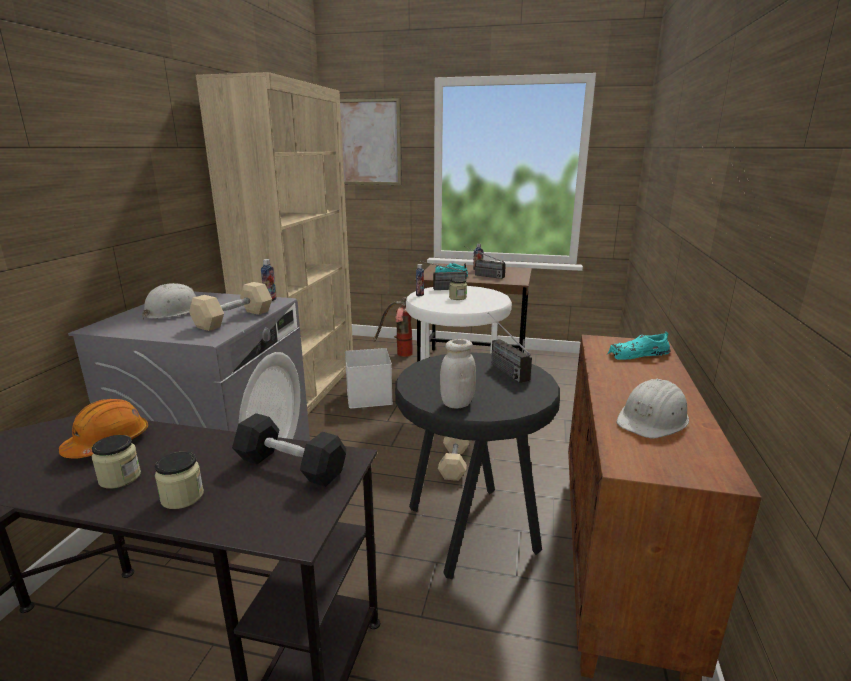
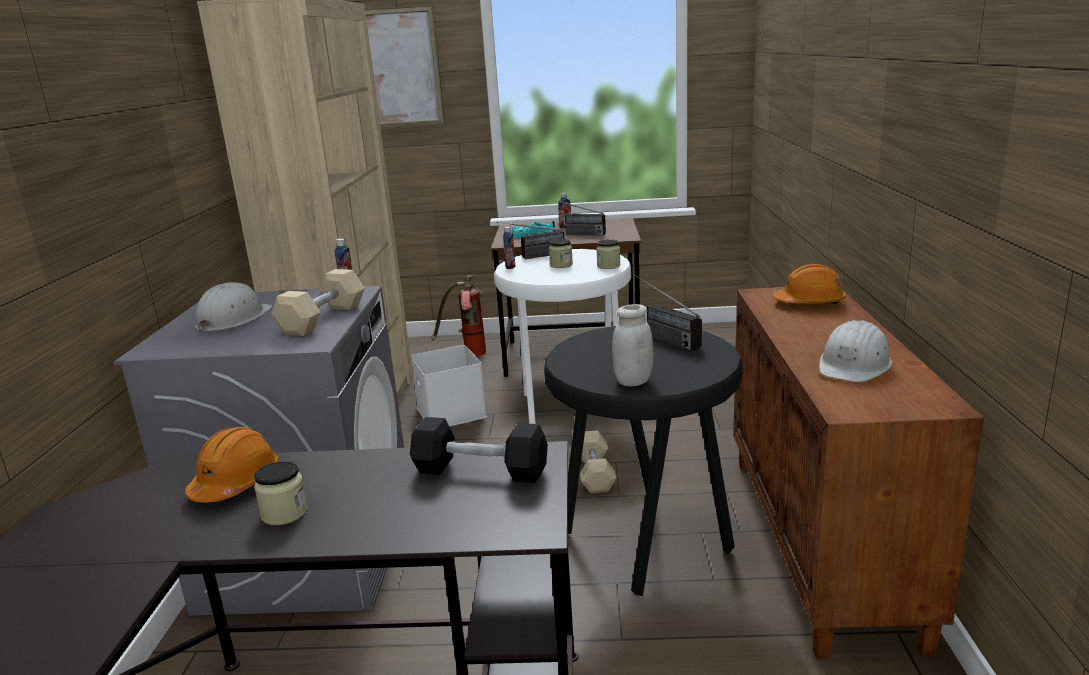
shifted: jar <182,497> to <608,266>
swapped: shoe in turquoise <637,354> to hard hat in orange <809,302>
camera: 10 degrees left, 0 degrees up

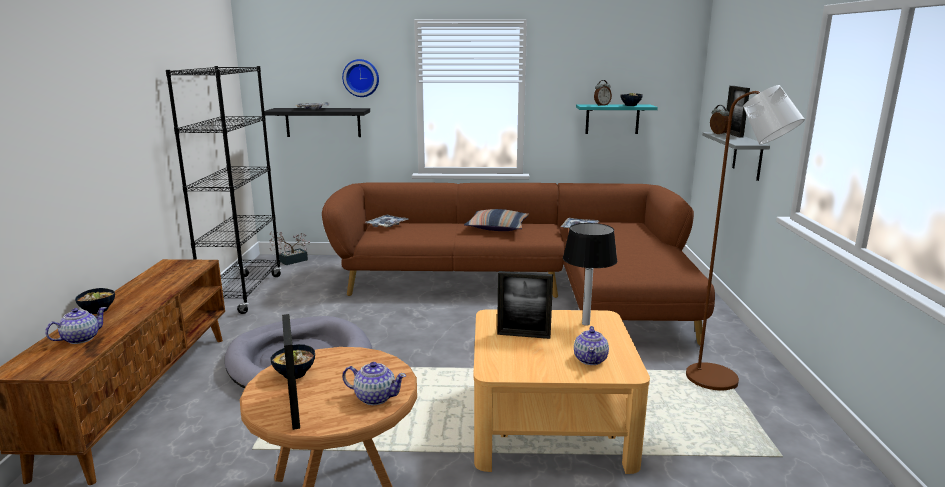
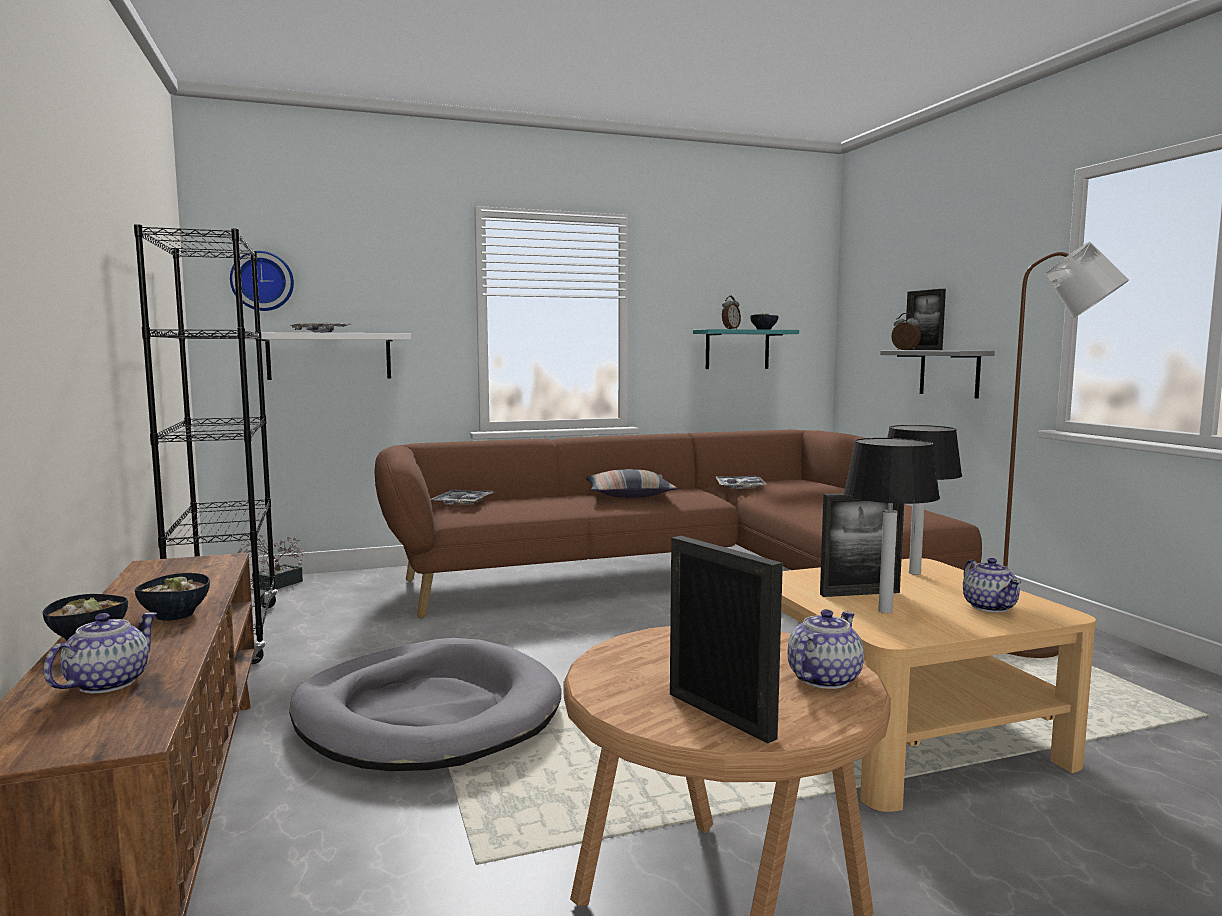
new: table lamp <884,611>
shifted: bowl <295,374> to <176,615>; wall clock <361,78> to <262,281>
repainted: shelf in black <323,122> to shelf in white <329,356>
rotated: teapot <375,397> = <822,679> 45 degrees counterclockwise
camera: 20 degrees left, 10 degrees down

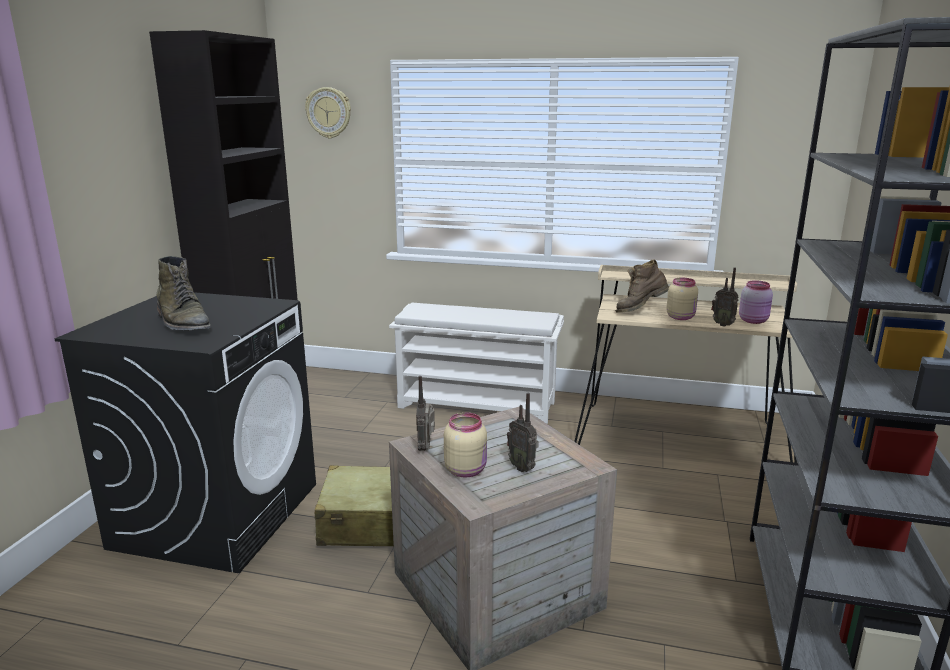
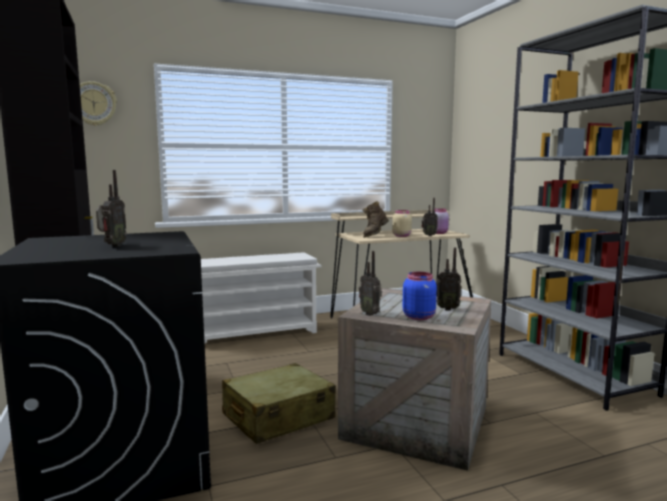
swapped: boot in green <183,322> to radio <112,246>
repainted: jar in beige <466,470> to jar in blue <418,316>
camera: 35 degrees left, 10 degrees down

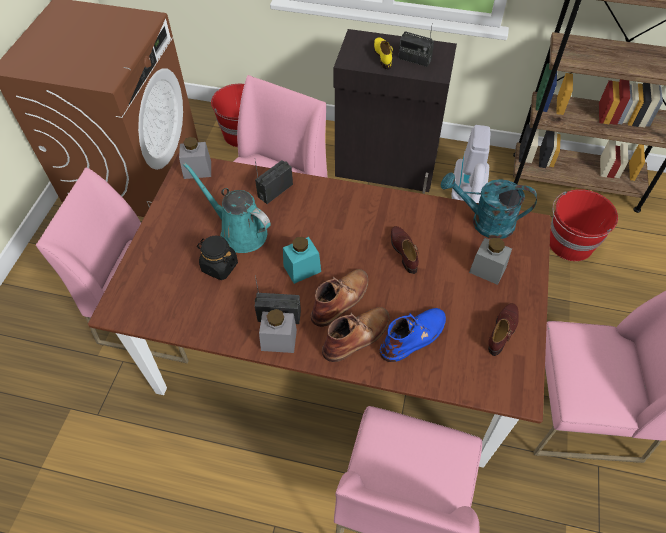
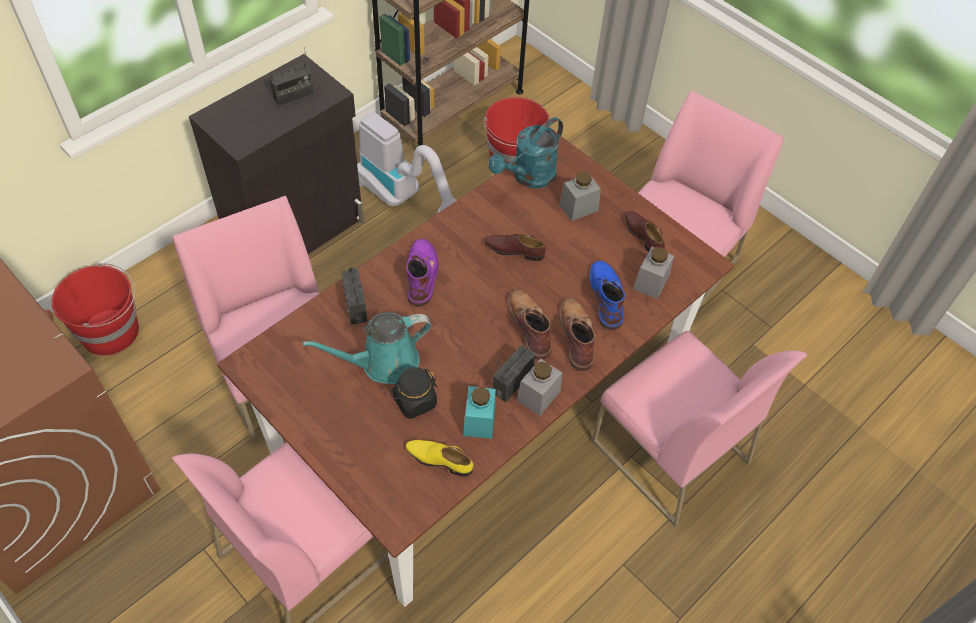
new: boot in purple <421,273>
shifted: jar in grey <197,170> to <651,282>; jar in turquoise <302,269> to <479,421>; shoe in yellow <383,55> to <439,460>
camera: 60 degrees left, 0 degrees up

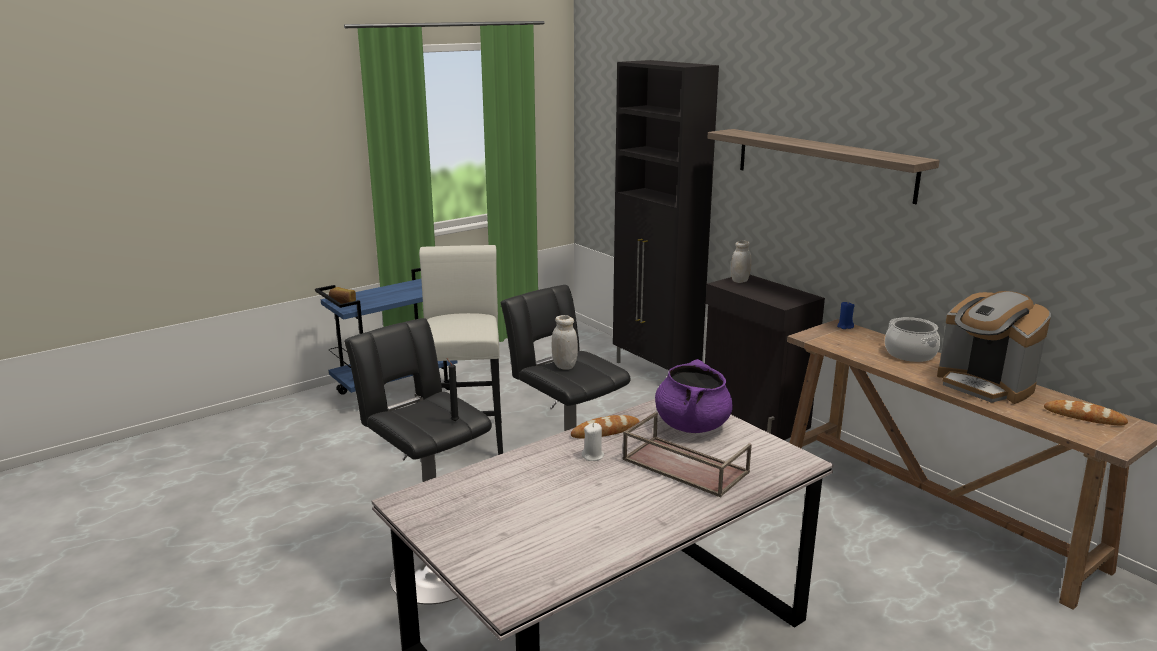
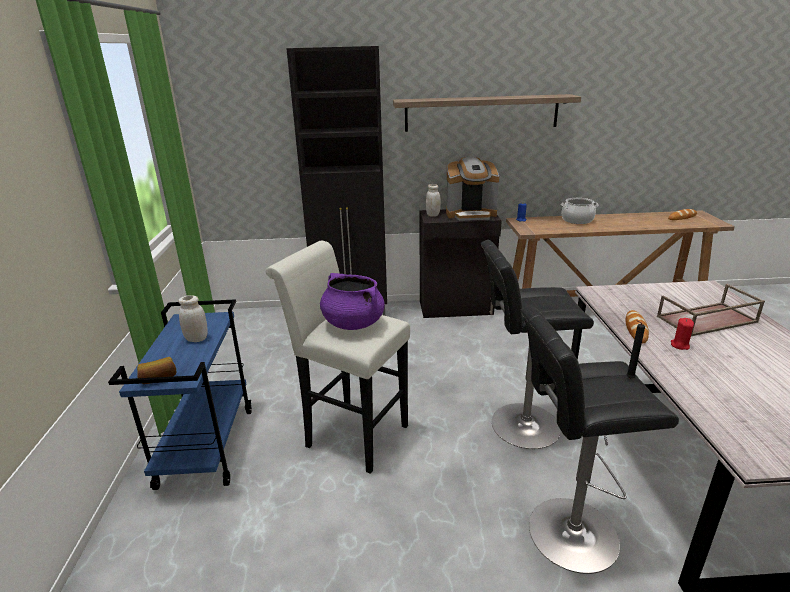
shifted: jar in white <564,366> to <197,339>; cooking pot in purple <692,425> to <353,323>; coffee machine <984,385> to <470,214>
repainted: candle in white <593,456> to candle in red <679,345>
camera: 55 degrees left, 5 degrees up

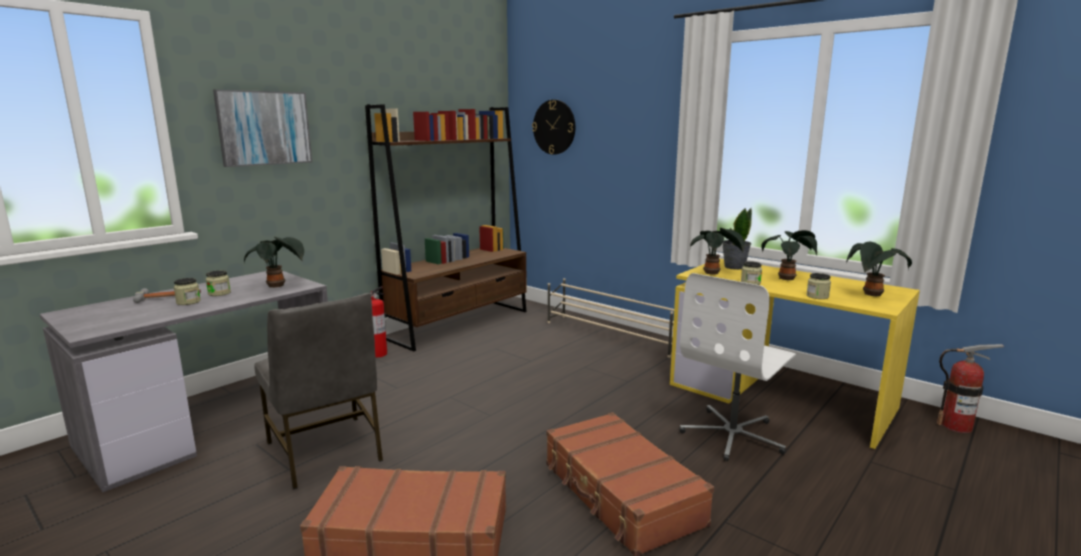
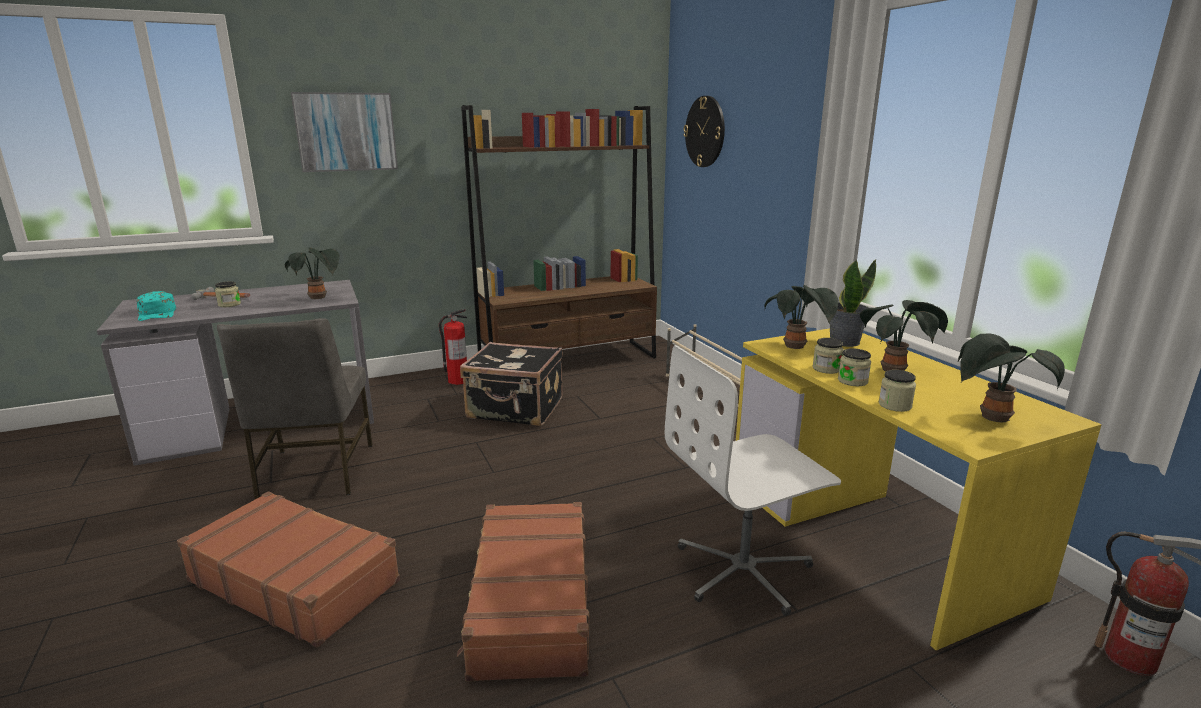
new: cap in turquoise <157,314>; suitcase in black <515,410>
shifted: jar <219,293> to <852,381>
camera: 25 degrees right, 5 degrees up

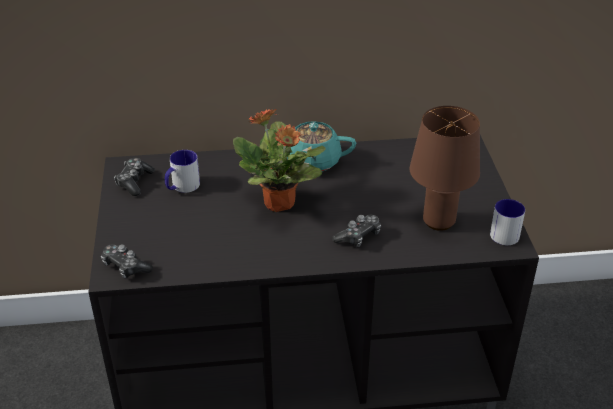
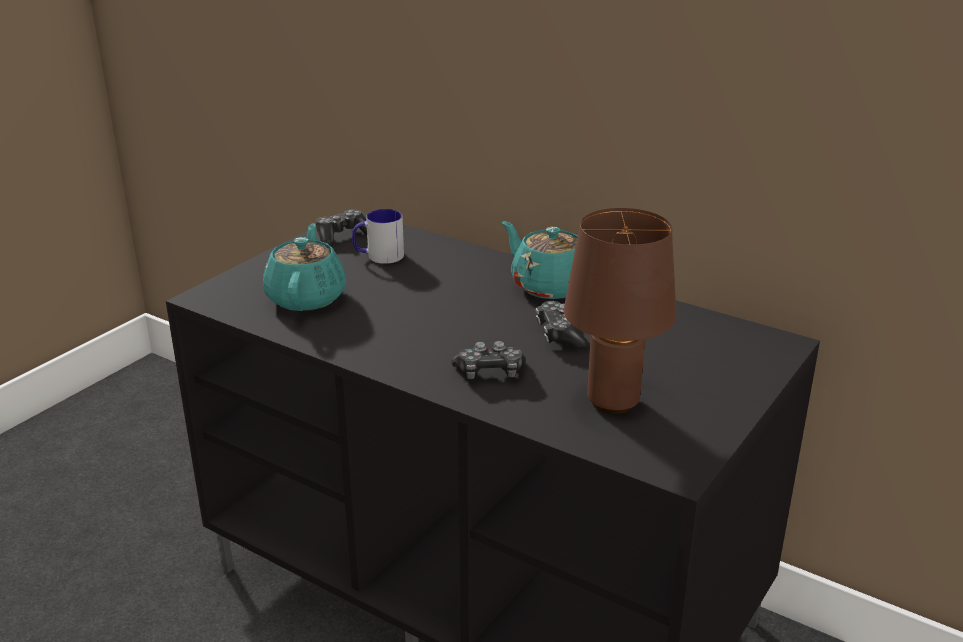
gone: potted plant <280,203>; mug <504,232>
new: teapot in turquoise <306,297>
shifted: game controller <125,267> to <560,335>
camera: 40 degrees right, 10 degrees down

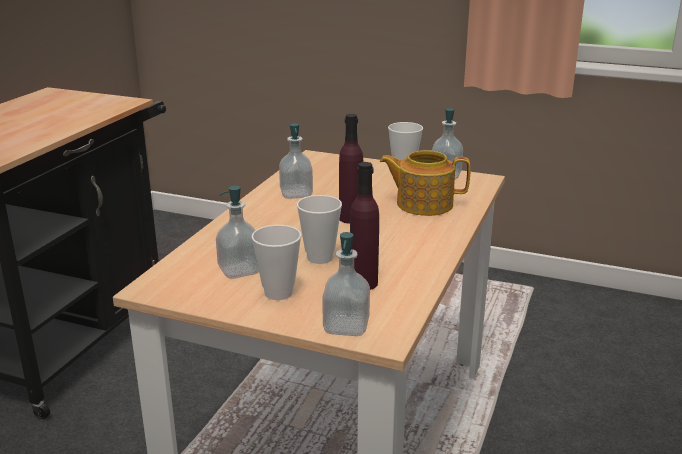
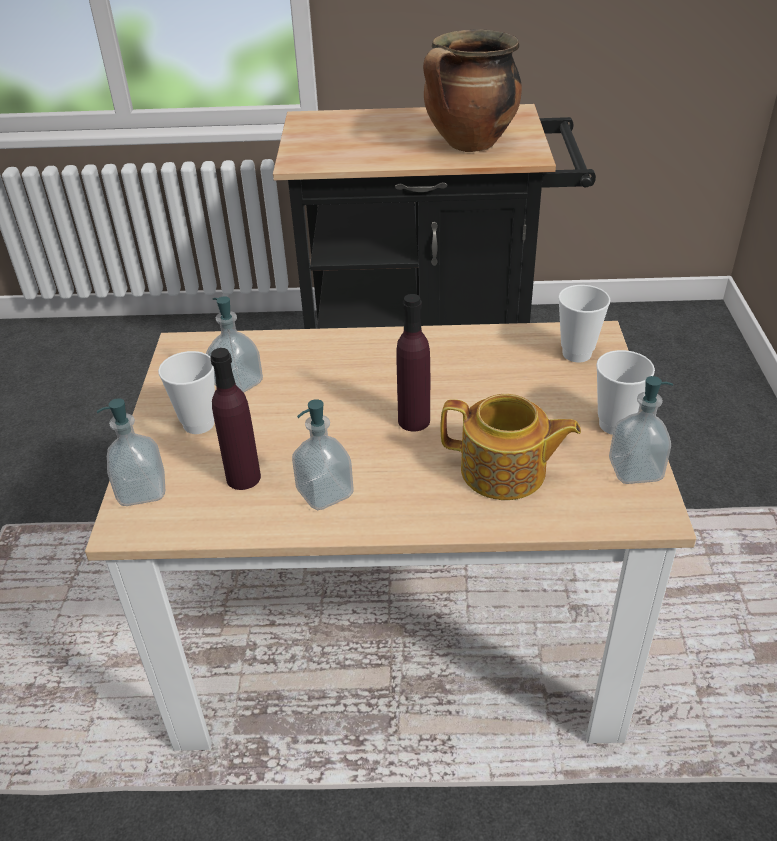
new: cooking pot <469,145>
shifted: soap dispenser <296,194> to <325,493>; cup <320,258> to <576,354>
rotated: teapot <423,204> = <505,472> 120 degrees clockwise
camera: 70 degrees right, 15 degrees up

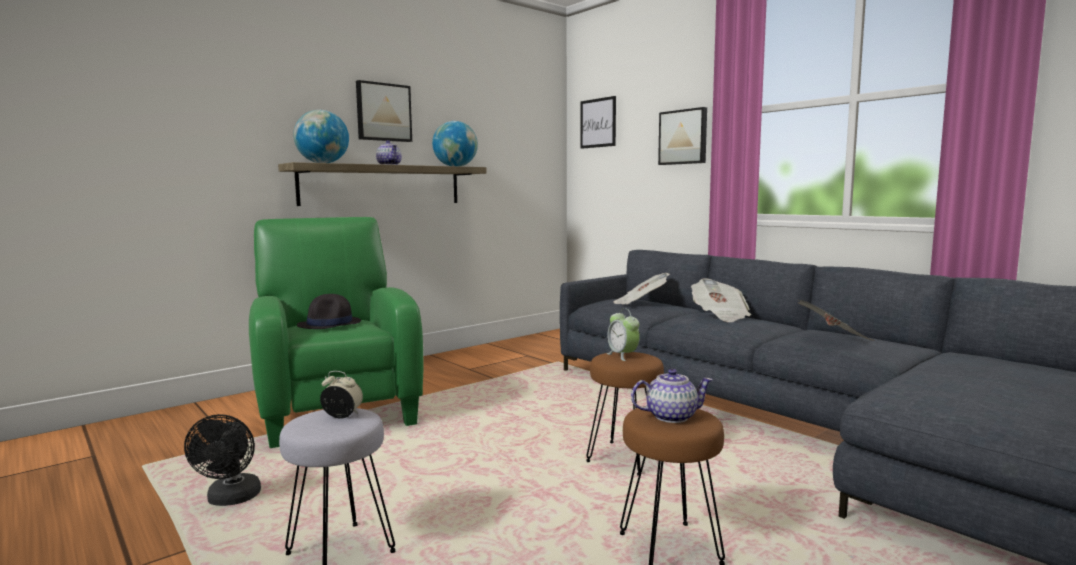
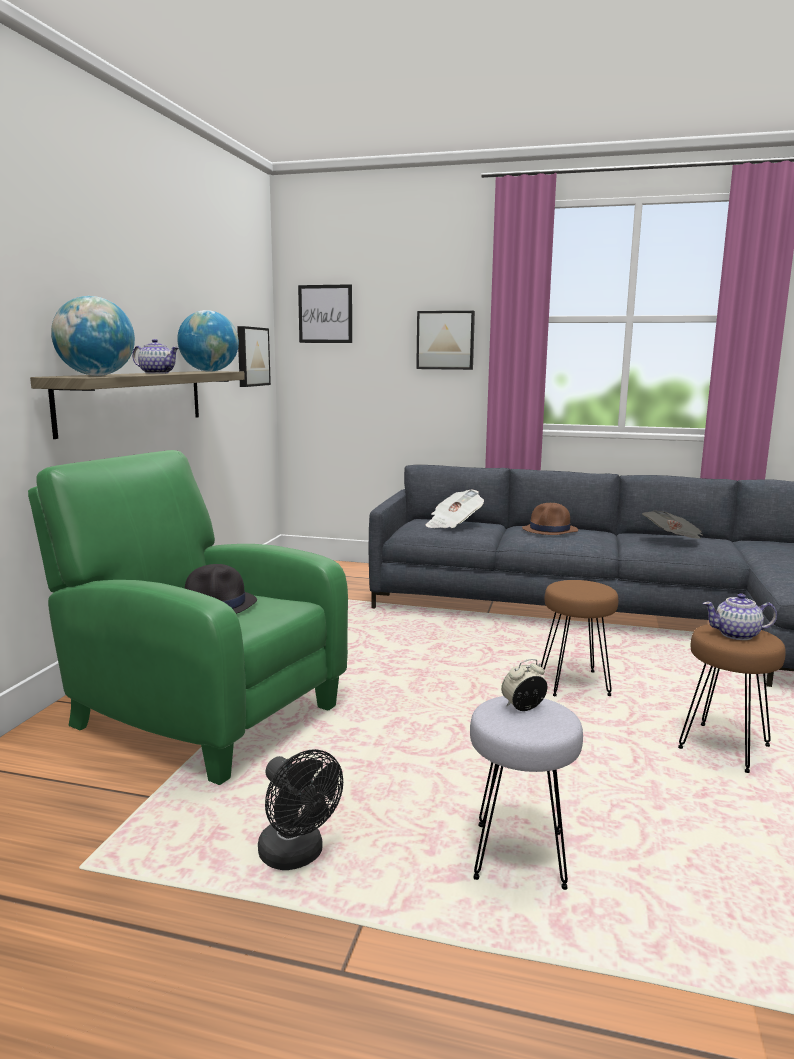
gone: alarm clock <622,356>
shifted: picture <383,112> to <251,356>
swapped: newspaper <720,316> to hat in brown <550,530>
rotated: teapot <670,416> = <737,635> 135 degrees counterclockwise
camera: 35 degrees left, 5 degrees up

